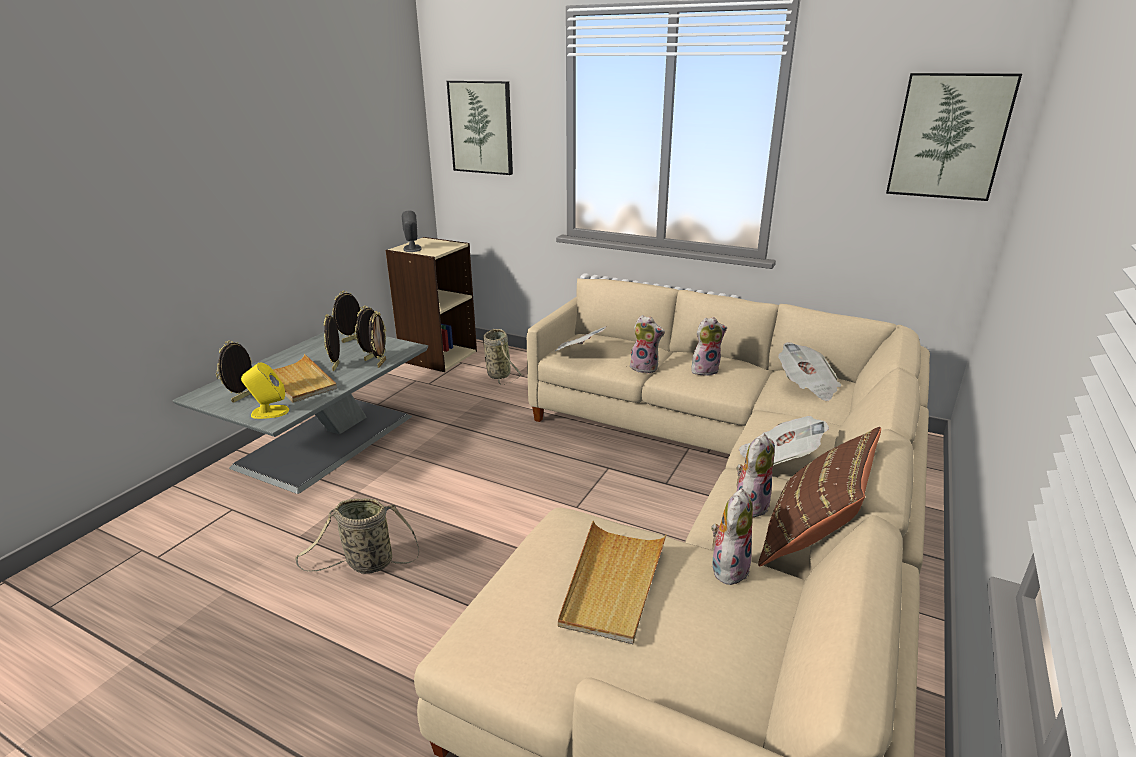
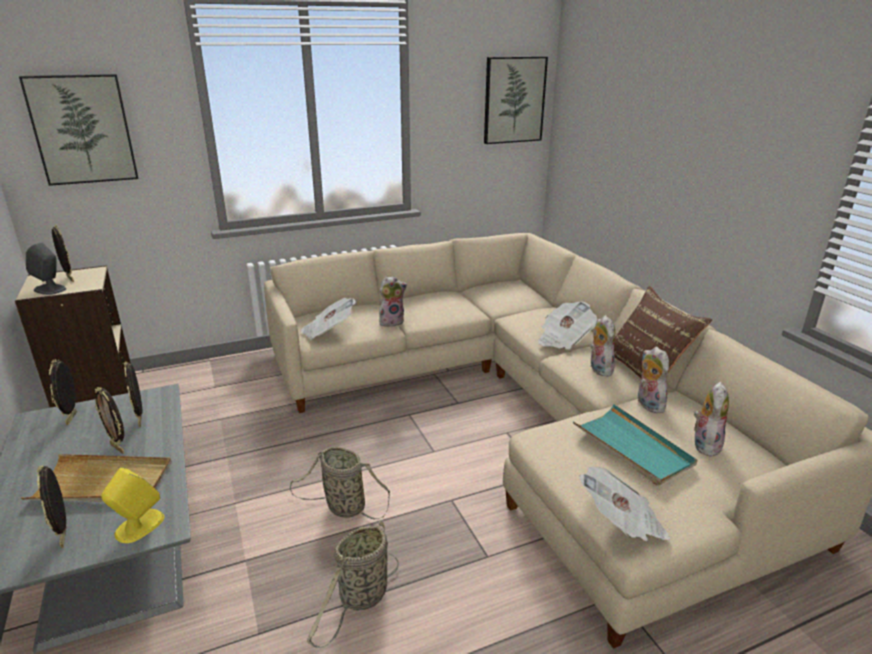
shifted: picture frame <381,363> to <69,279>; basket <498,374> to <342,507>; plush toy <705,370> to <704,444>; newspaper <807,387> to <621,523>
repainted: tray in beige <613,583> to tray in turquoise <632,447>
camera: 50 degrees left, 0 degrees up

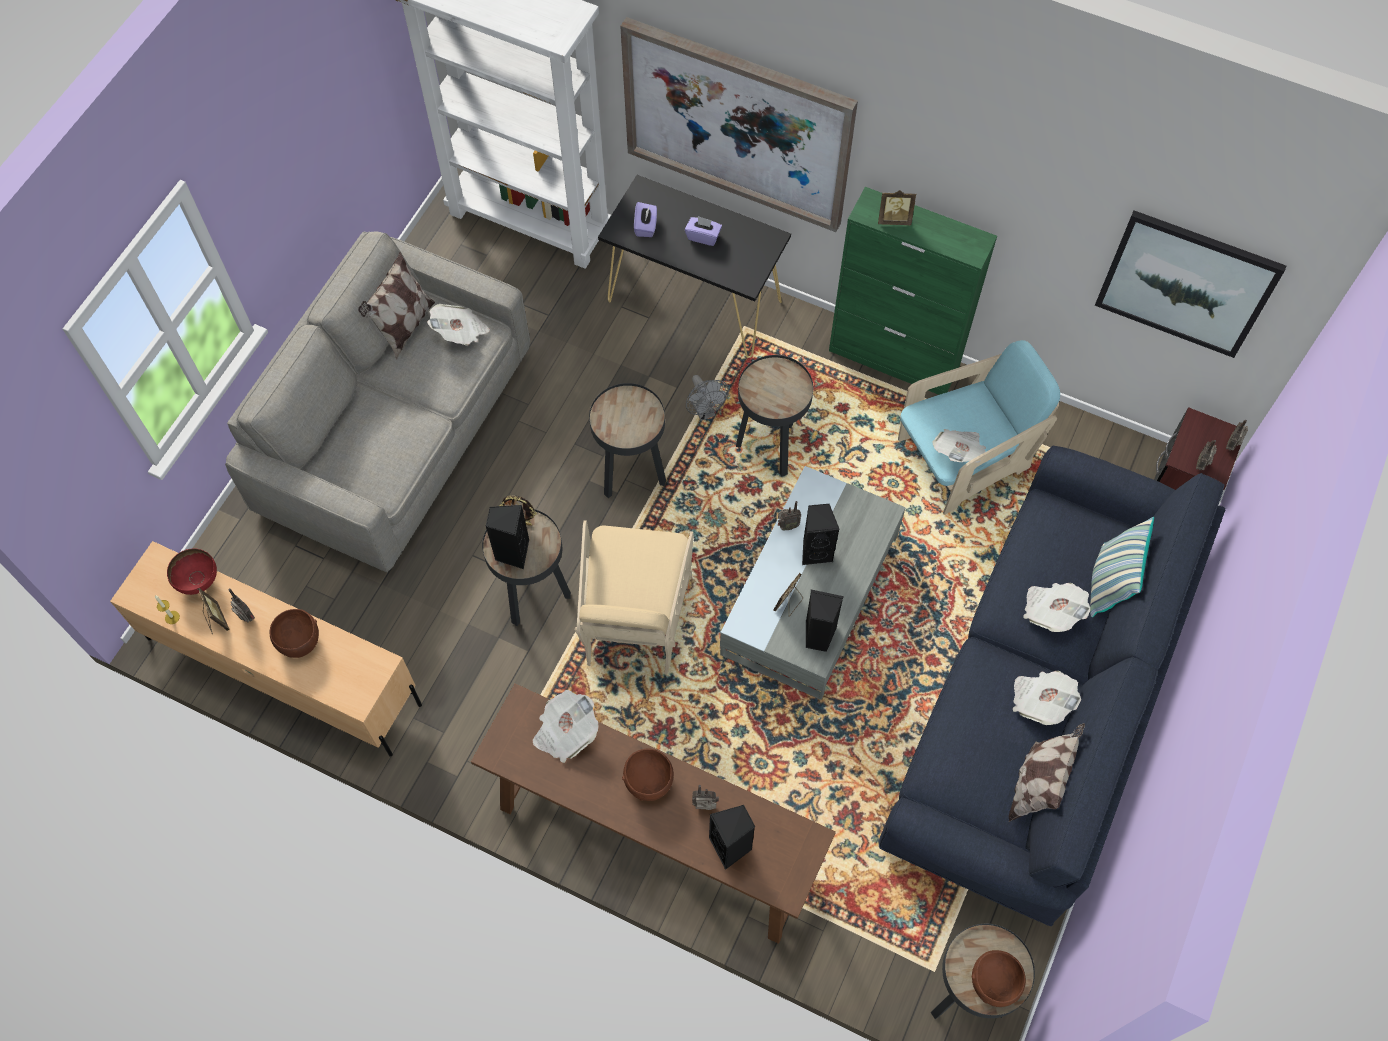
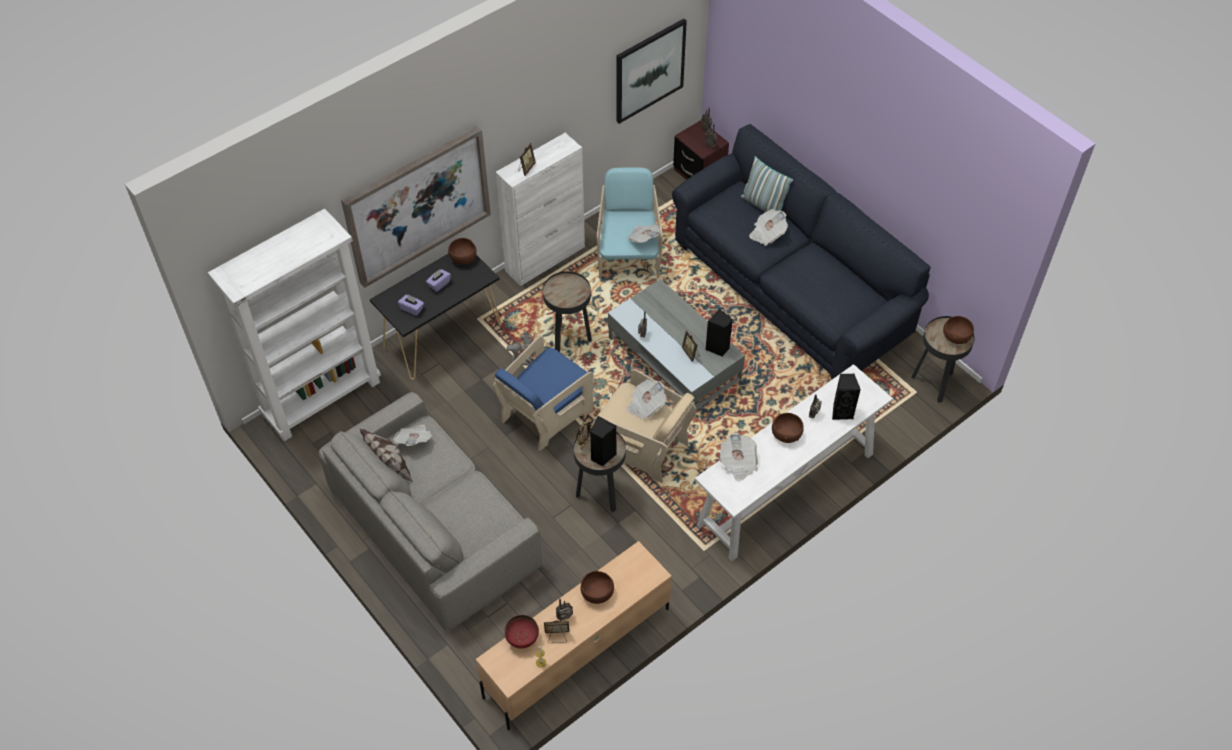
gone: speaker in black <816,551>; pillow <1036,785>
new: bowl in brown <463,259>
shifted: newspaper <1040,701> to <645,405>
swapped: side table in black <631,475> to armchair in blue <546,414>
repainted: console table in brown <653,837> to console table in white <785,490>; cabinet in green <894,359> to cabinet in white <545,258>
camera: 65 degrees left, 10 degrees down

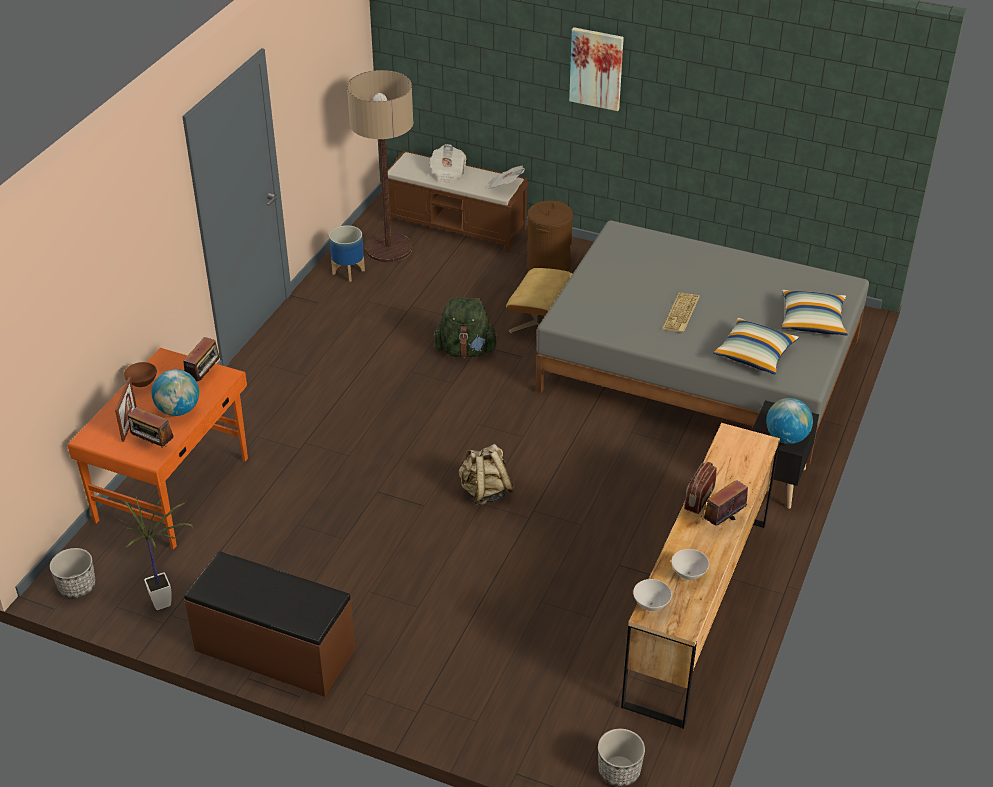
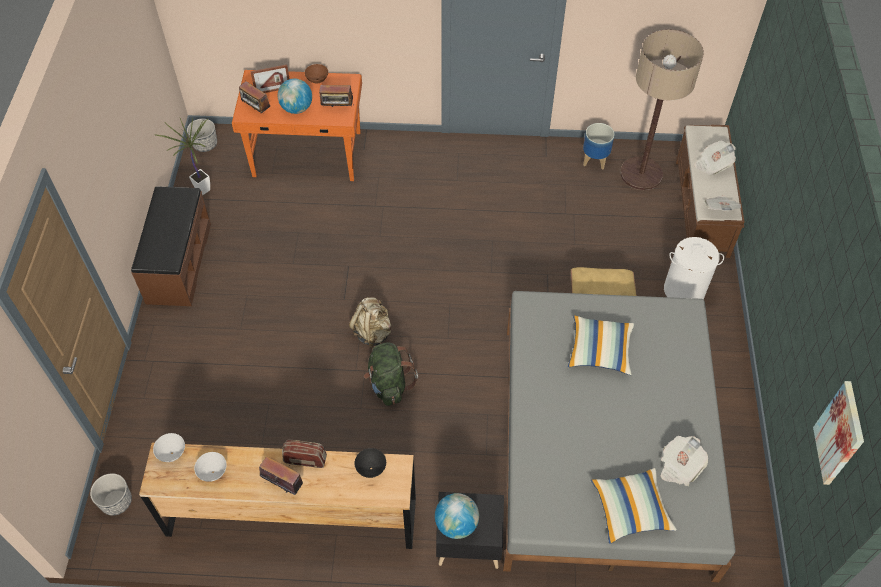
gone: keyboard <681,314>
new: bowl in black <371,468>; newspaper <679,466>
shifted: backpack in green <465,350> to <389,384>; picture <596,68> to <840,434>; pillow <754,355> to <599,350>
repainted: laundry basket in brown <548,266> to laundry basket in white <684,290>
rotated: radio <153,445> = <256,110> 60 degrees counterclockwise
camera: 70 degrees right, 15 degrees up

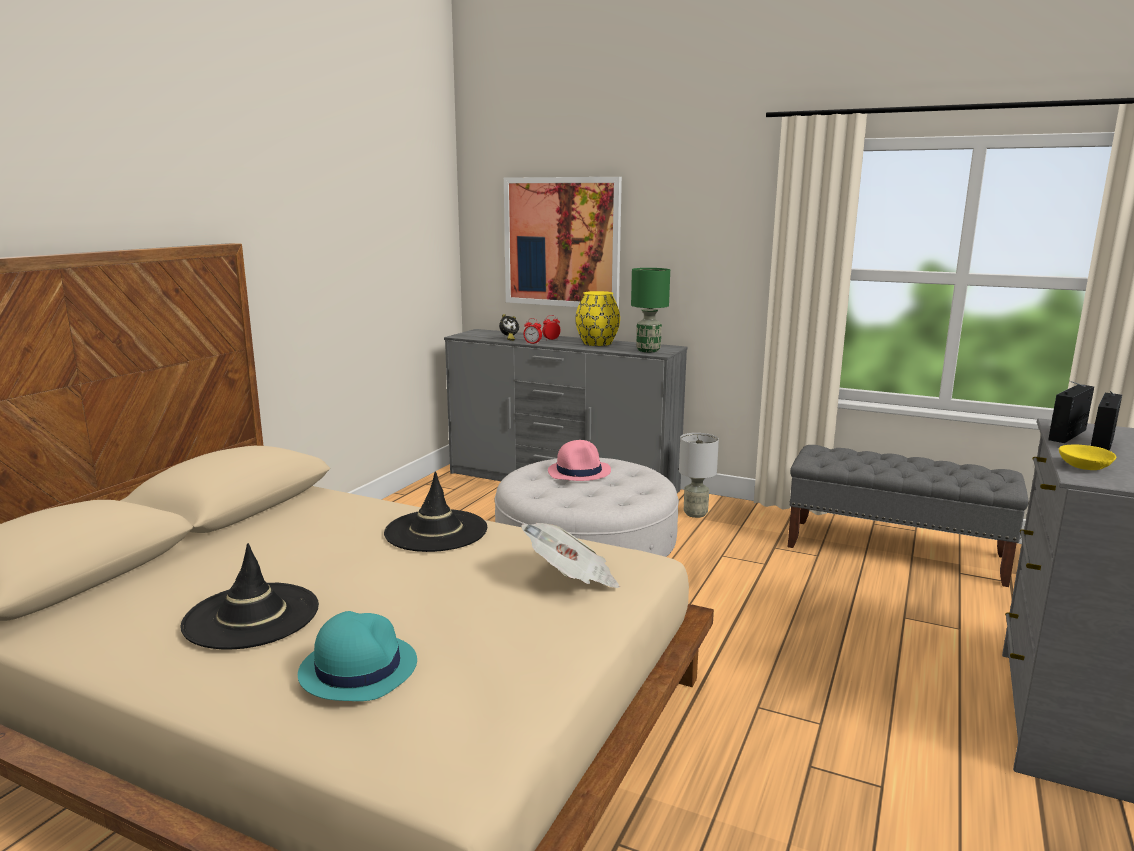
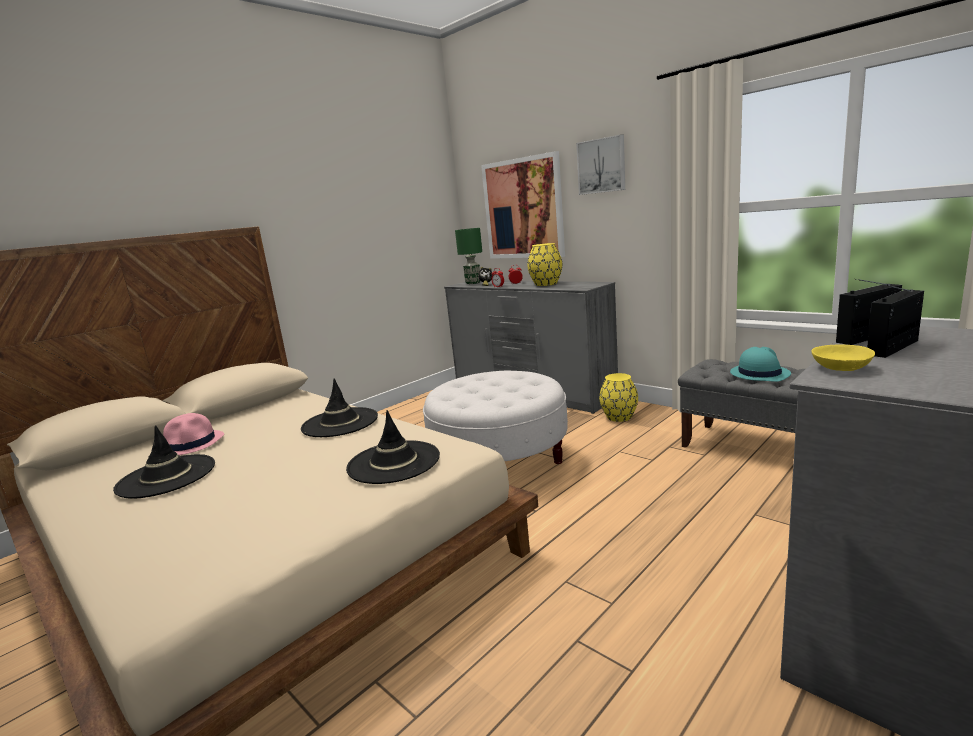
new: picture <602,165>
shifted: hat in turquoise <358,668> to <759,373>; hat in pink <579,471> to <192,444>; table lamp in green <648,350> to <473,283>
swapped: newspaper <572,579> to hat in black <394,462>; table lamp in grey <695,514> to vase in yellow <619,417>
camera: 20 degrees right, 0 degrees up

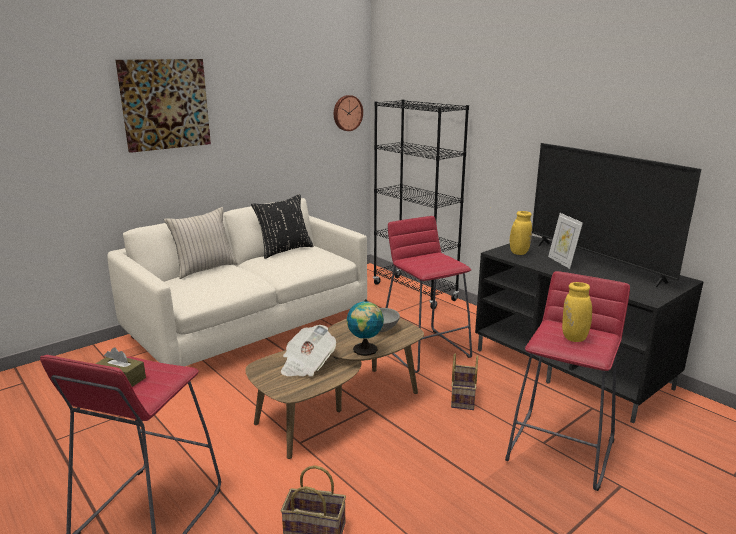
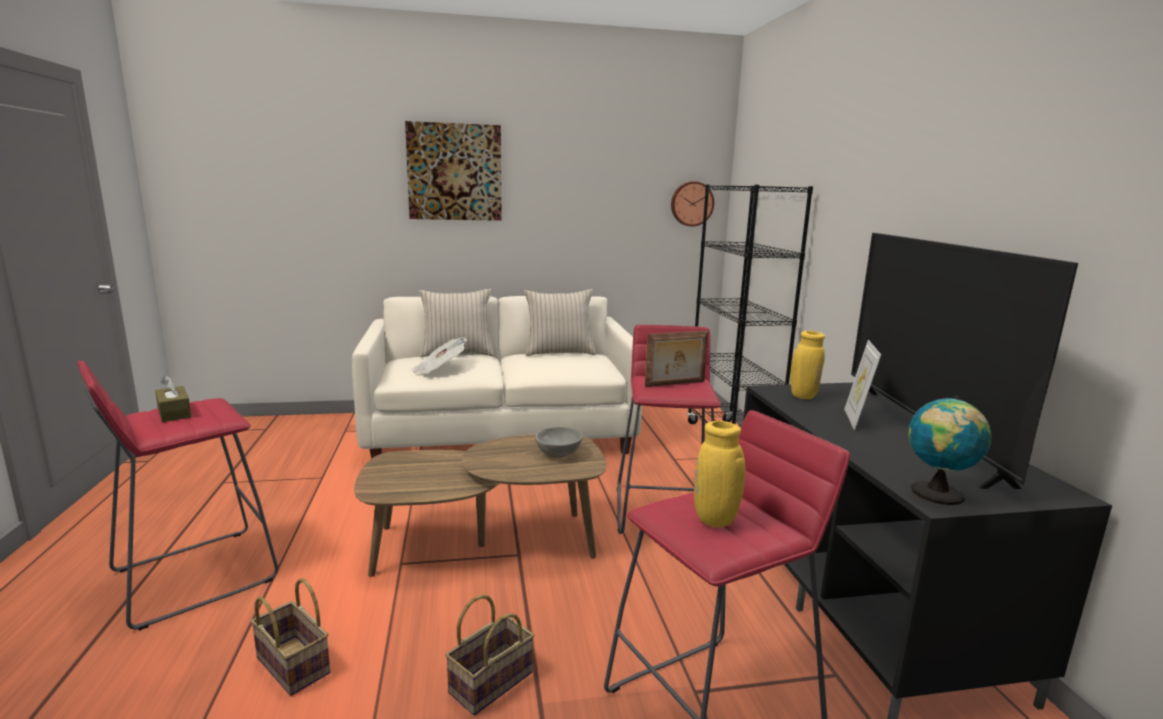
new: picture frame <675,384>
shifted: newspaper <307,365> to <439,370>; globe <365,350> to <937,495>; basket <462,397> to <491,680>
repainted: pillow in black <284,250> to pillow in beige <559,352>
camera: 30 degrees right, 5 degrees down

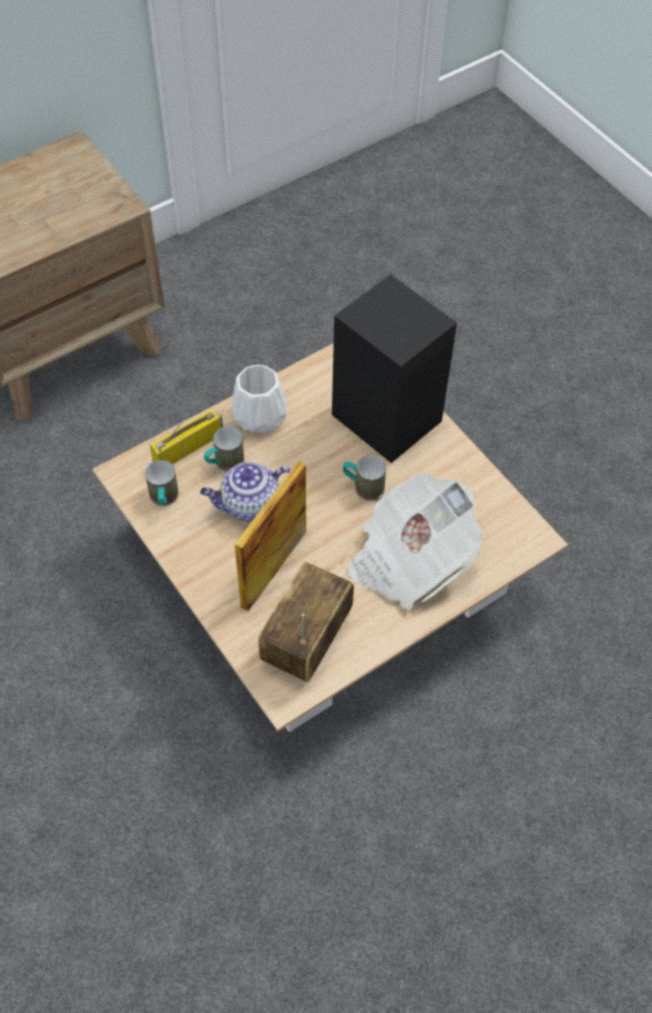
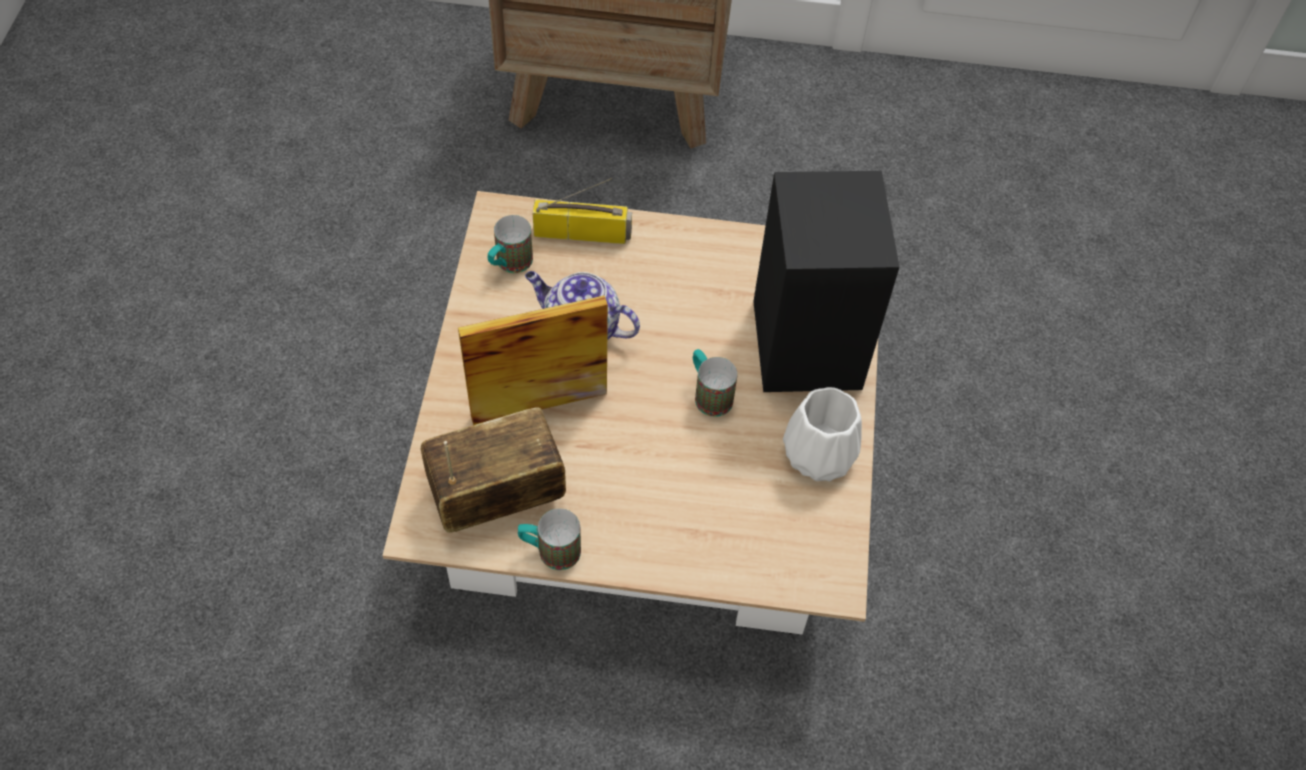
gone: newspaper <410,558>
shifted: mug <224,463> to <550,551>; vase in white <261,416> to <821,455>
camera: 40 degrees right, 0 degrees up

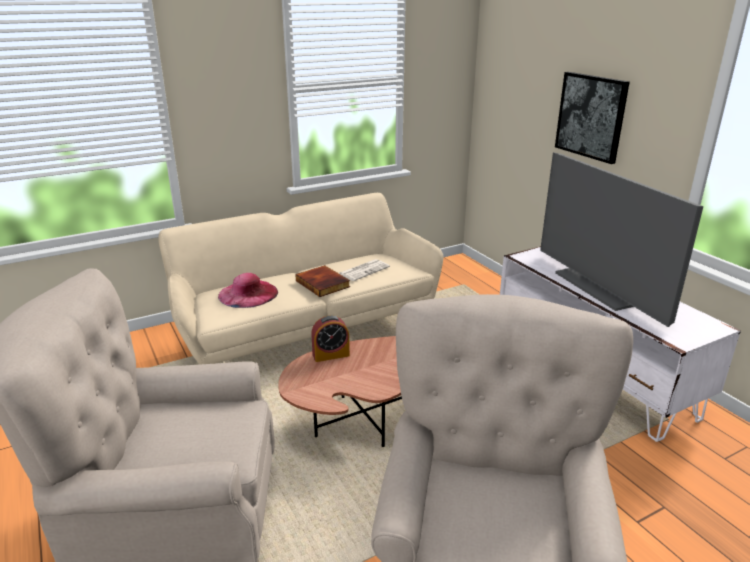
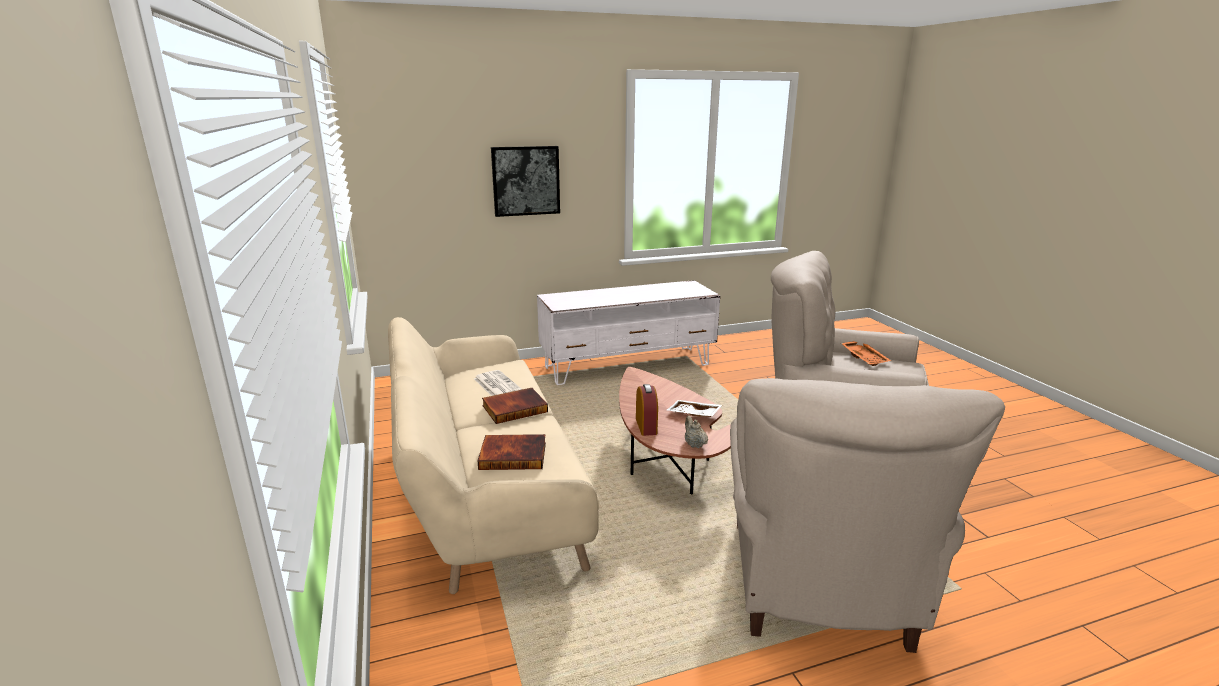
gone: television <601,287>
new: tray in white <693,414>; teapot in beige <694,444>; tray in orange <865,358>
swapped: hat in pink <248,293> to book <513,455>
camera: 80 degrees left, 5 degrees down

